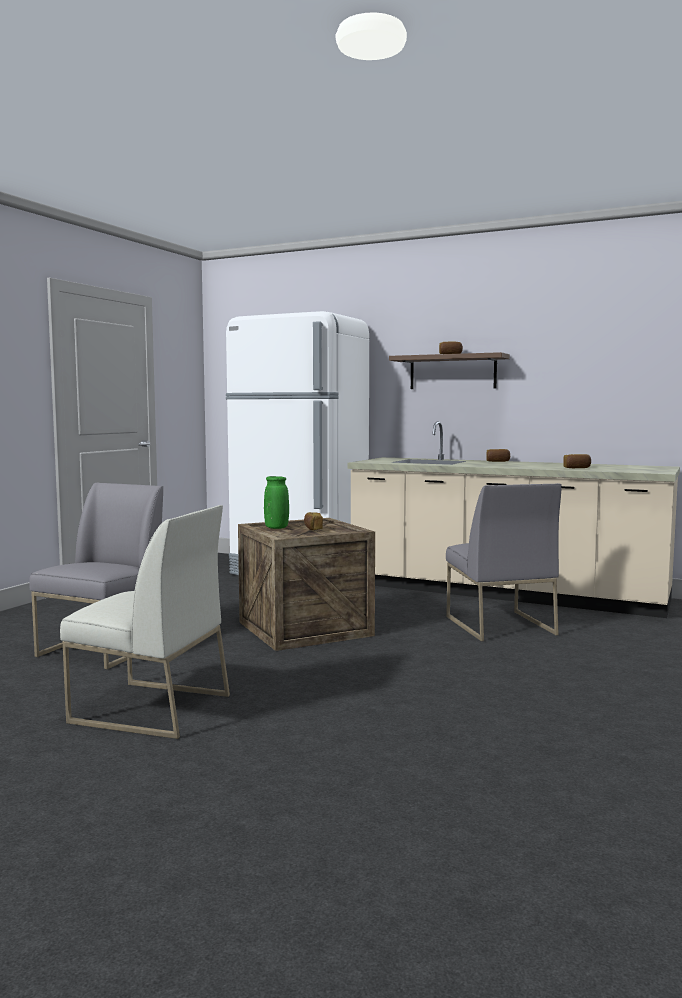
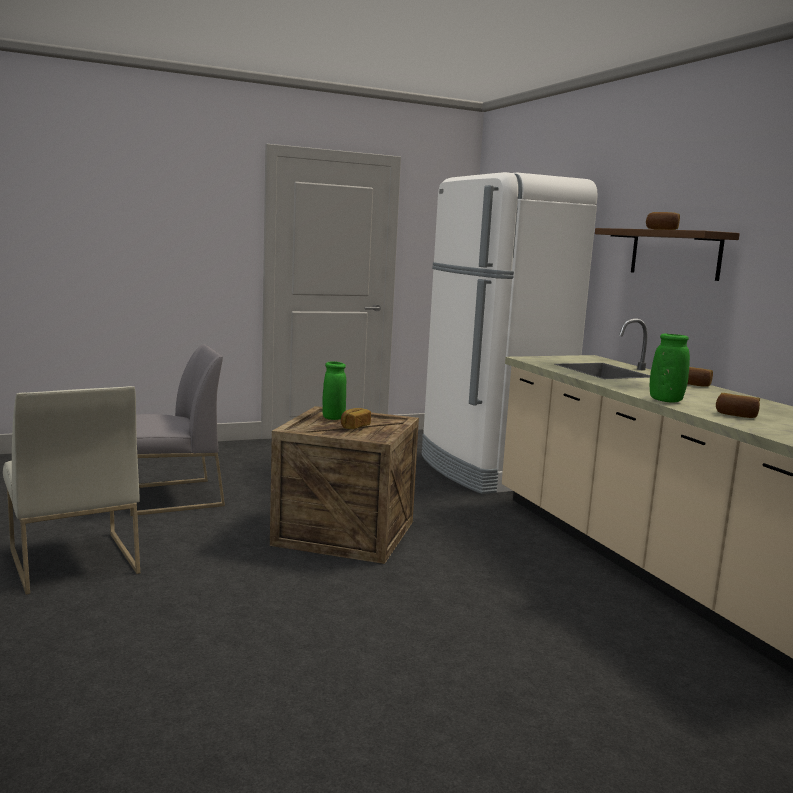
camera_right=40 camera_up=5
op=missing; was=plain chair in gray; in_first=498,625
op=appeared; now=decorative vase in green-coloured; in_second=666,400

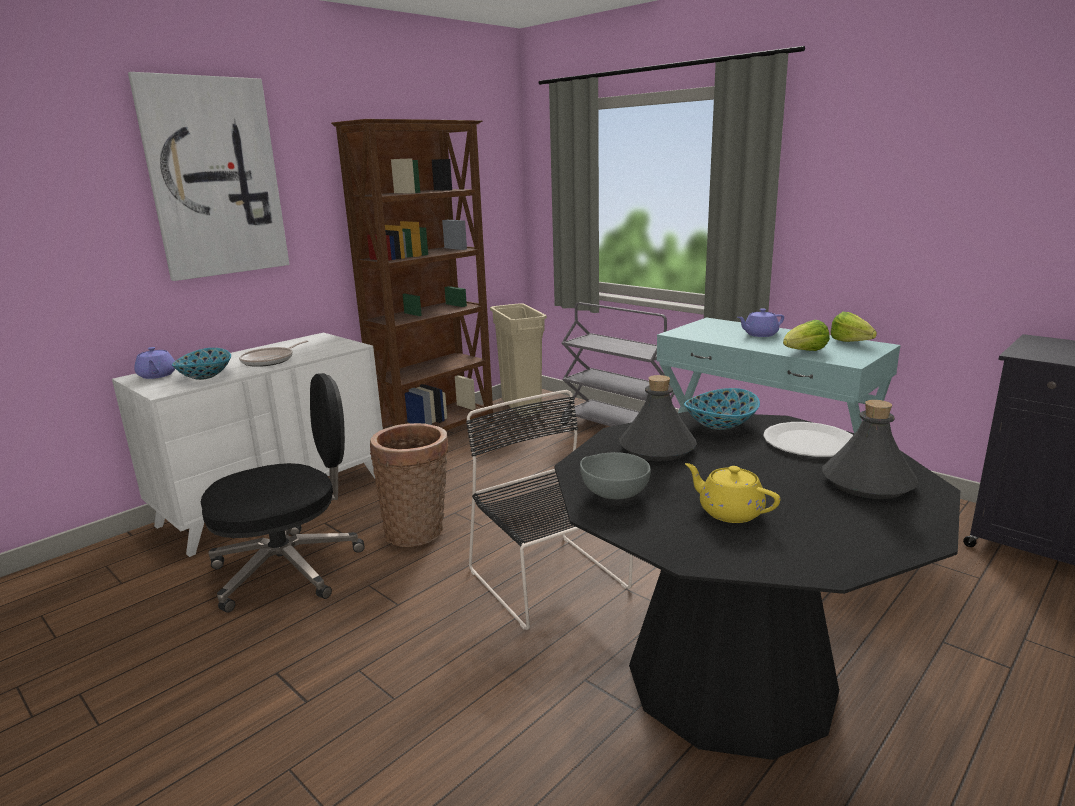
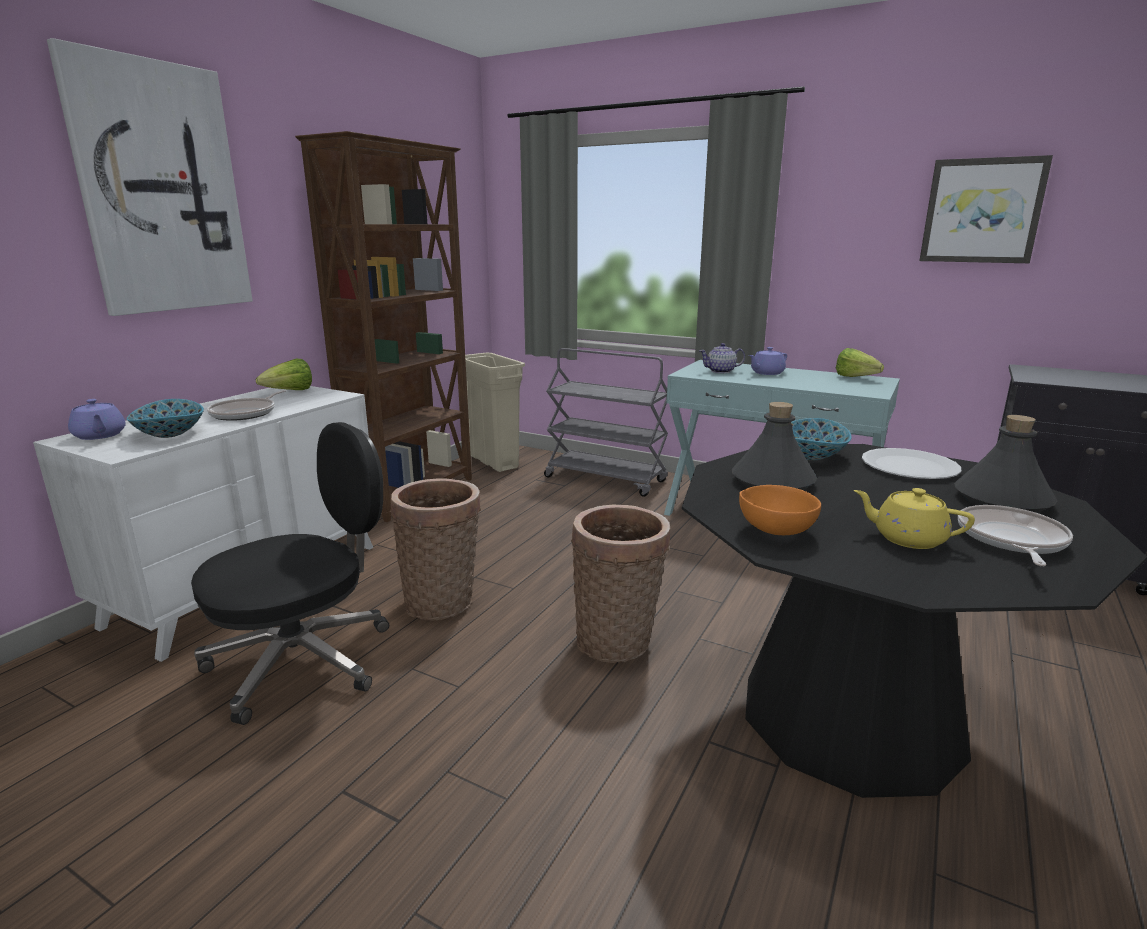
camera_right=-15 camera_up=0
op=relocated; was=head of lettuce; in_first=804,352; in_second=290,392
op=exchanged; was=plain chair in black-coloured; now=storage basket; in_first=550,582; in_second=618,640
op=colour; was=serving bowl in gray; now=serving bowl in orange-coloured; in_first=613,494; in_second=774,530
op=appeared; now=picture; in_second=982,211
op=appeared; now=teapot; in_second=721,371
op=appeared; now=pan; in_second=1011,540

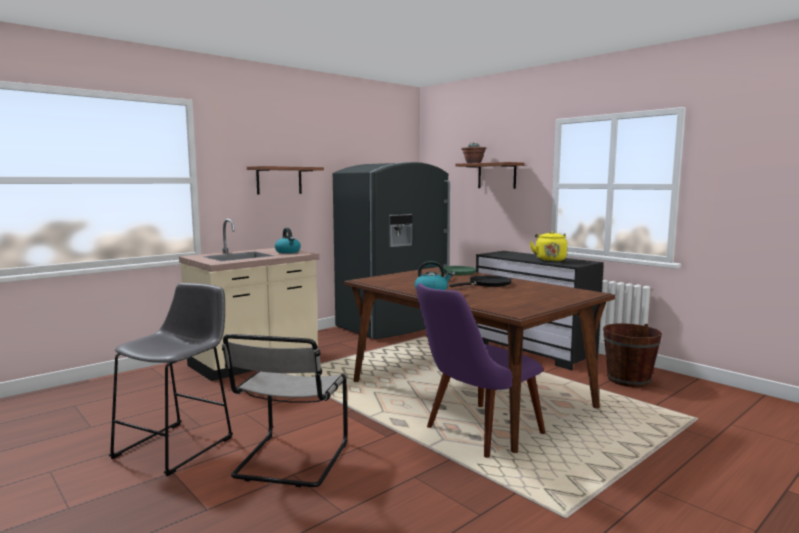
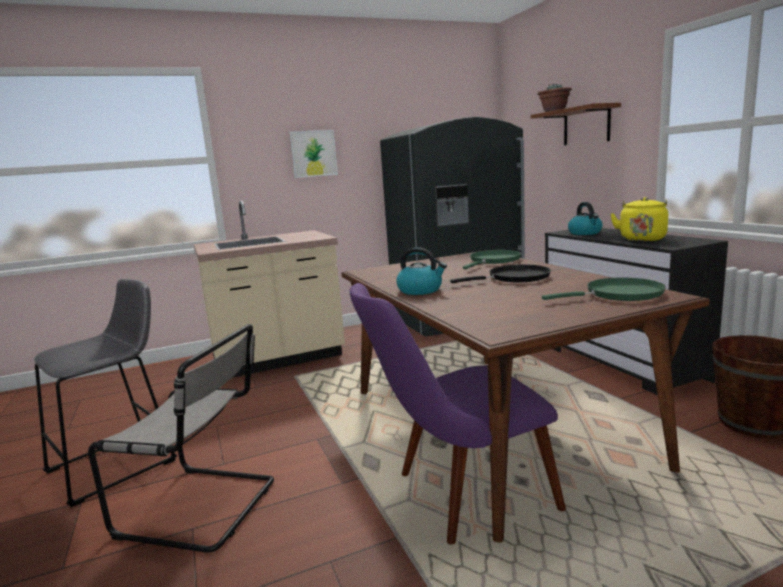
camera_right=20 camera_up=5
op=exchanged; was=shelf; now=picture; in_first=279,180; in_second=313,153
op=relocated; was=tea kettle; in_first=288,252; in_second=585,233
op=spun; was=plain chair in gray; in_first=290,462; in_second=203,507; clockwise=-105
op=appeared; now=pan in green-coloured; in_second=619,294

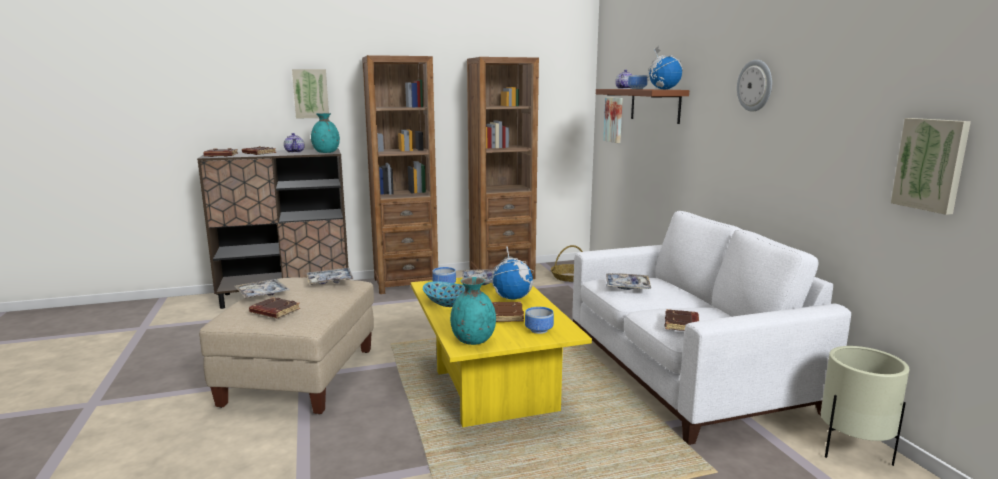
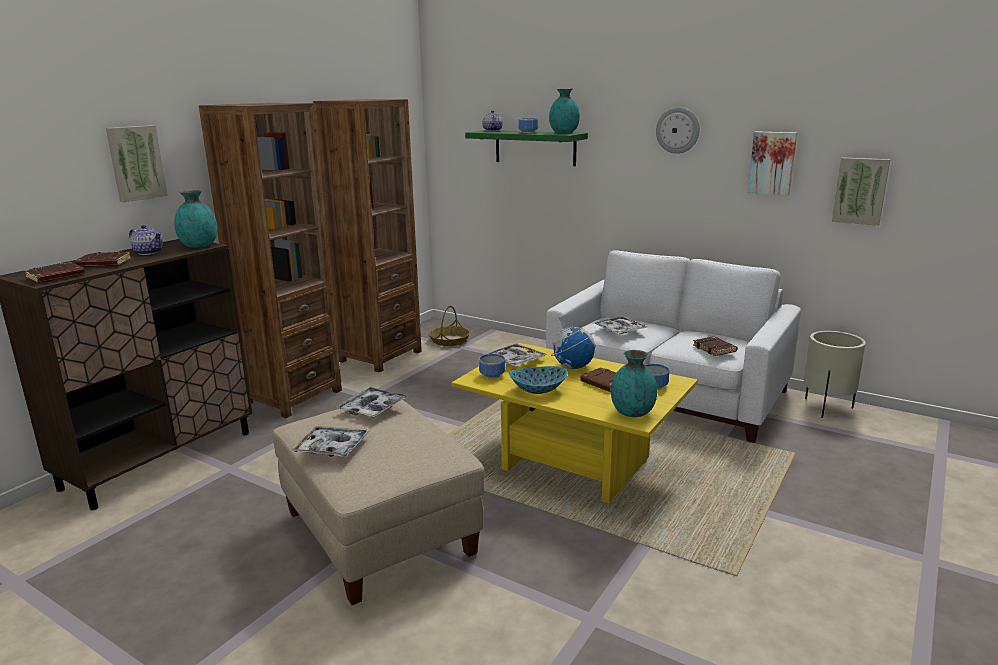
camera_right=-40 camera_up=5
op=exchanged; was=desk globe; now=decorative vase in blue-green; in_first=663,89; in_second=564,133
op=colour; was=shelf in brown; now=shelf in green-coloured; in_first=655,105; in_second=535,147
op=relocated; was=picture; in_first=614,119; in_second=772,163
op=missing; was=bound book in brown; in_first=274,311

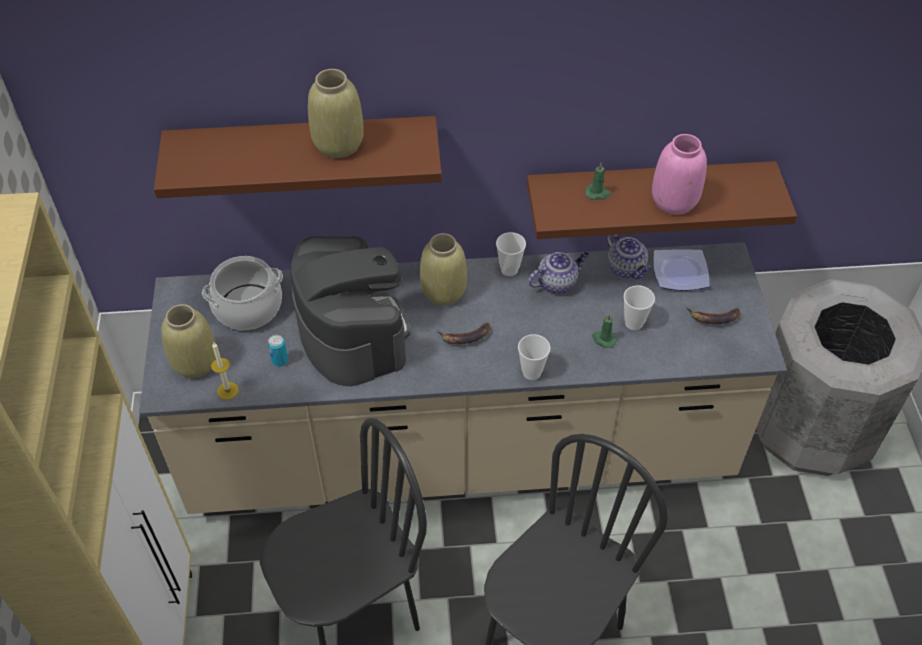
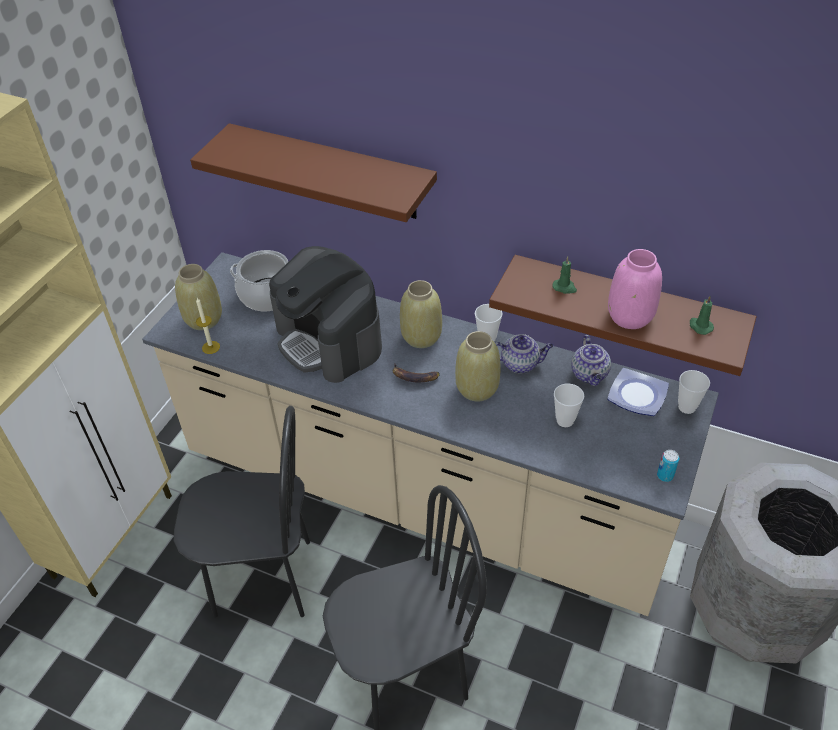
camera_right=30 camera_up=-5
op=relocated; was=decorative vase in beige-coloured; in_first=339,144; in_second=477,388
op=spun; was=coffee brewer; in_first=352,332; in_second=329,340; clockwise=135
op=missing; was=banana; in_first=713,318
op=relocated; was=candle in green-coloured; in_first=603,339; in_second=700,326
op=relocated; was=small cup; in_first=531,372; in_second=686,407
op=relocated; was=sealed can; in_first=280,360; in_second=665,476

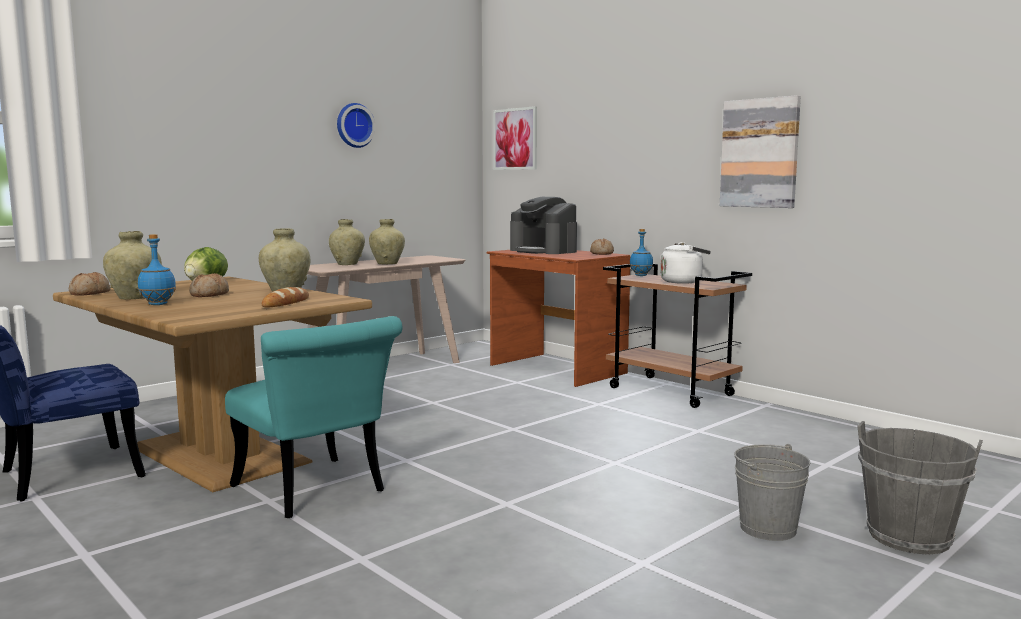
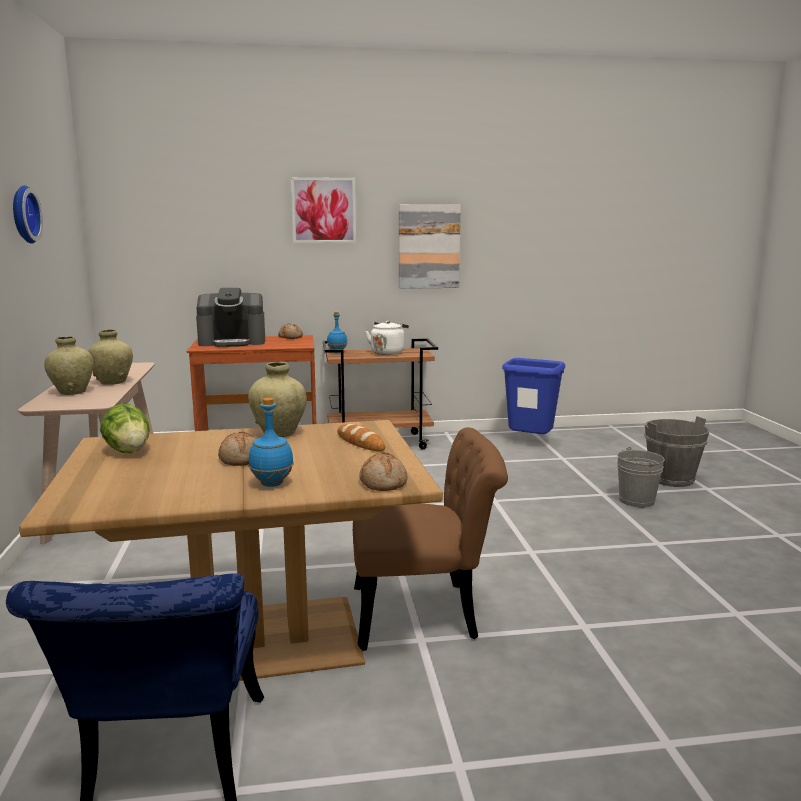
camera_right=-55 camera_up=5
op=relocated; was=picture; in_first=515,139; in_second=323,210
op=missing; was=decorative vase in beige-coloured; in_first=135,298
op=relocated; was=baked bread; in_first=90,293; in_second=383,483
op=colour; was=plain chair in blue-green; now=plain chair in brown; in_first=316,492; in_second=426,614
op=appeared; now=waste bin in bluish; in_second=530,443

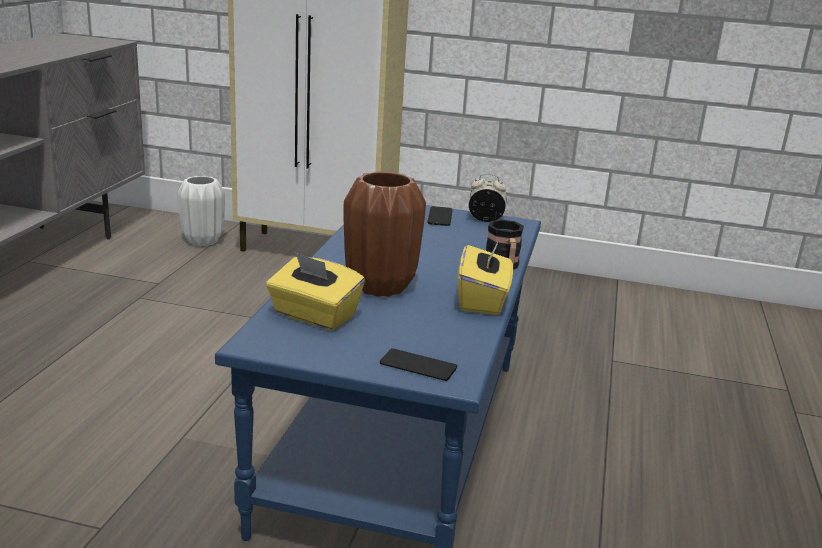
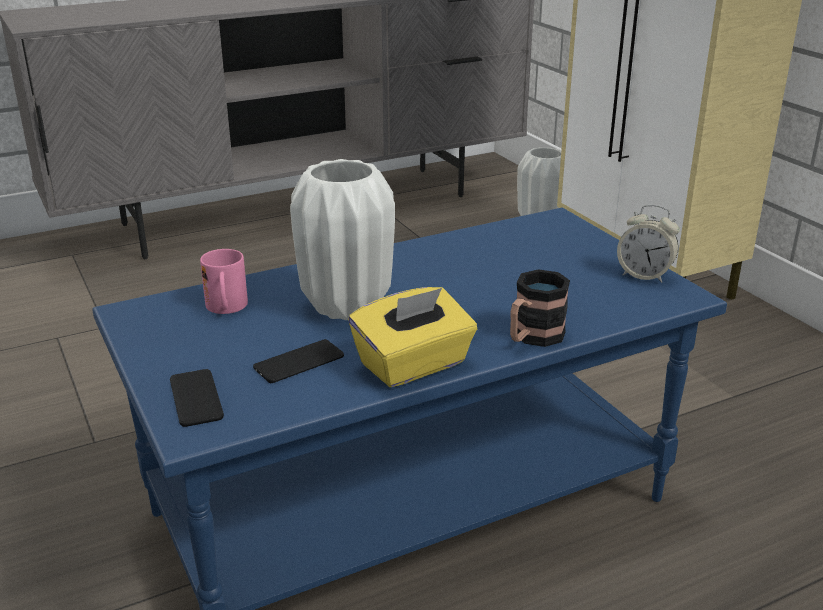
camera_right=50 camera_up=5
op=colour; was=decorative vase in brown; now=decorative vase in white; in_first=380,286; in_second=347,305
op=spun; was=alarm clock; in_first=485,219; in_second=644,275; clockwise=150
op=relocated; was=phone; in_first=440,217; in_second=299,362
op=exchanged; was=box of tissues in yellow-coloured; now=mug in pinkish; in_first=314,316; in_second=227,308

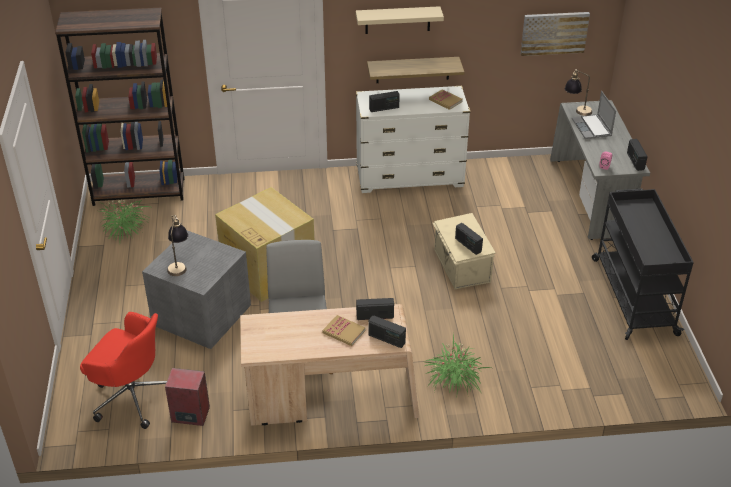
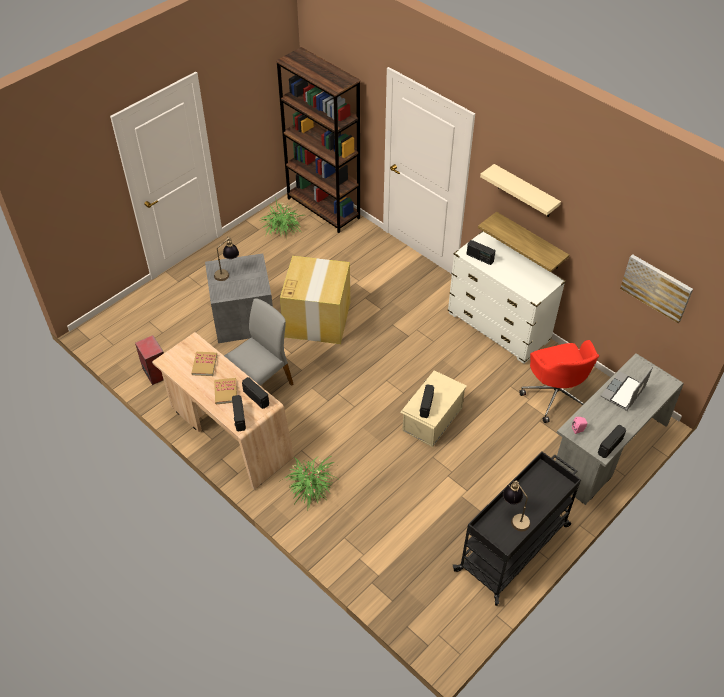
camera_right=50 camera_up=10
op=relocated; was=tabletop lamp; in_first=576,111; in_second=514,516
op=relocated; was=bound book; in_first=445,101; in_second=204,364
op=relocated; was=computer chair in red; in_first=132,395; in_second=555,394

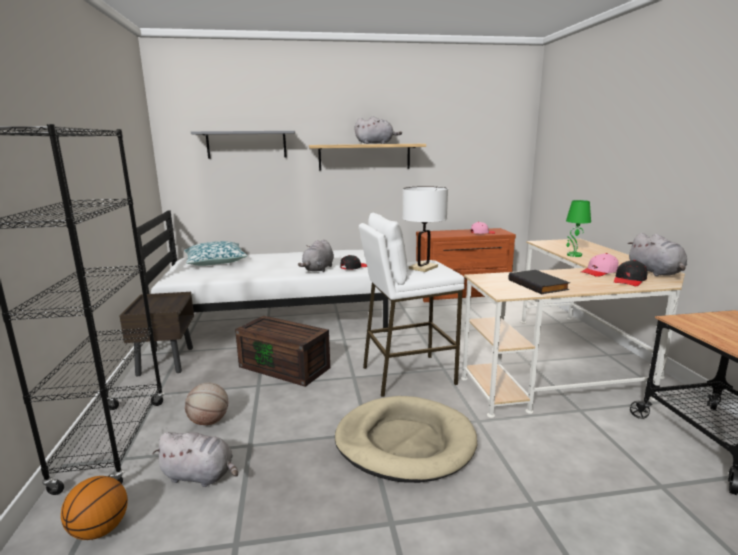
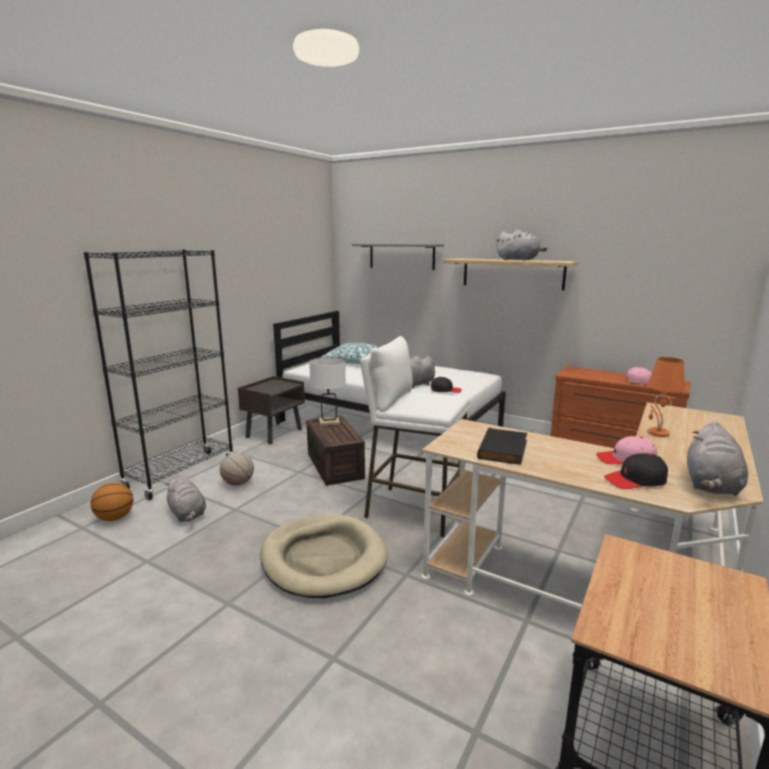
camera_right=40 camera_up=0
op=relocated; was=tabletop lamp in white; in_first=423,267; in_second=329,422
op=colour; was=tabletop lamp in green-coloured; now=tabletop lamp in orange-coloured; in_first=574,255; in_second=657,433

